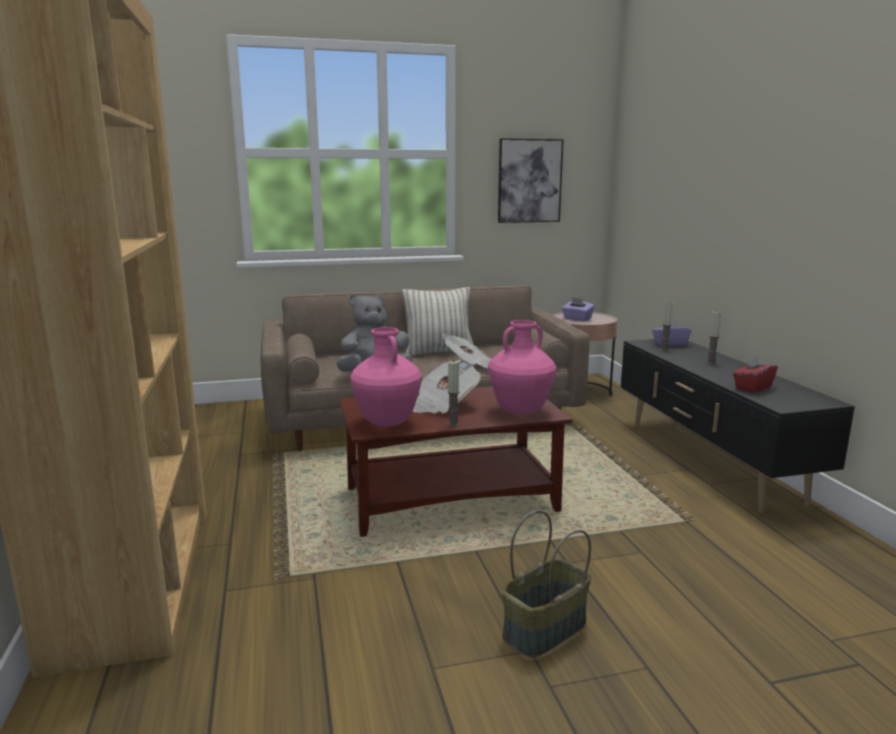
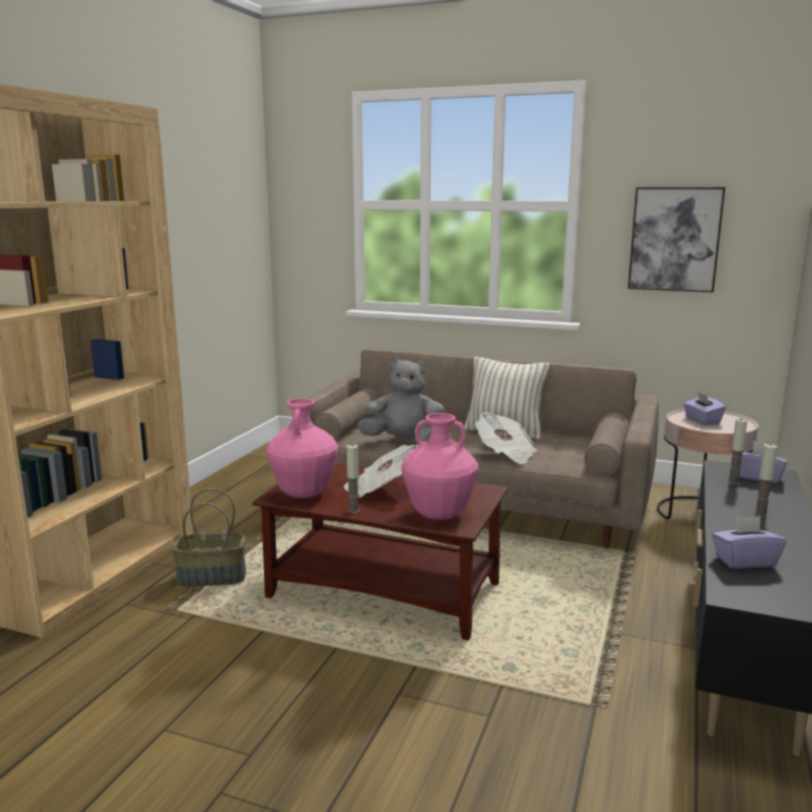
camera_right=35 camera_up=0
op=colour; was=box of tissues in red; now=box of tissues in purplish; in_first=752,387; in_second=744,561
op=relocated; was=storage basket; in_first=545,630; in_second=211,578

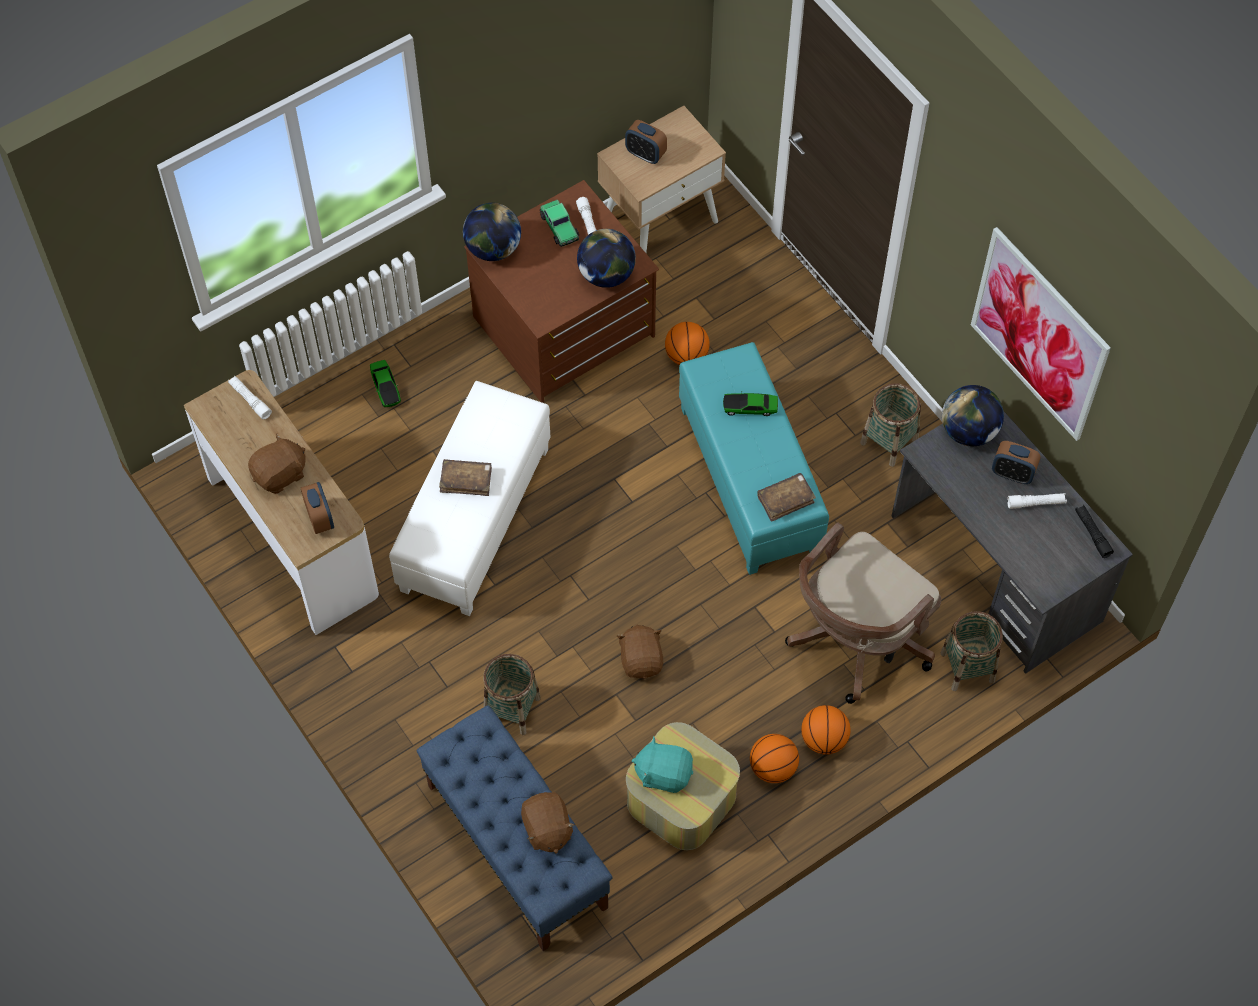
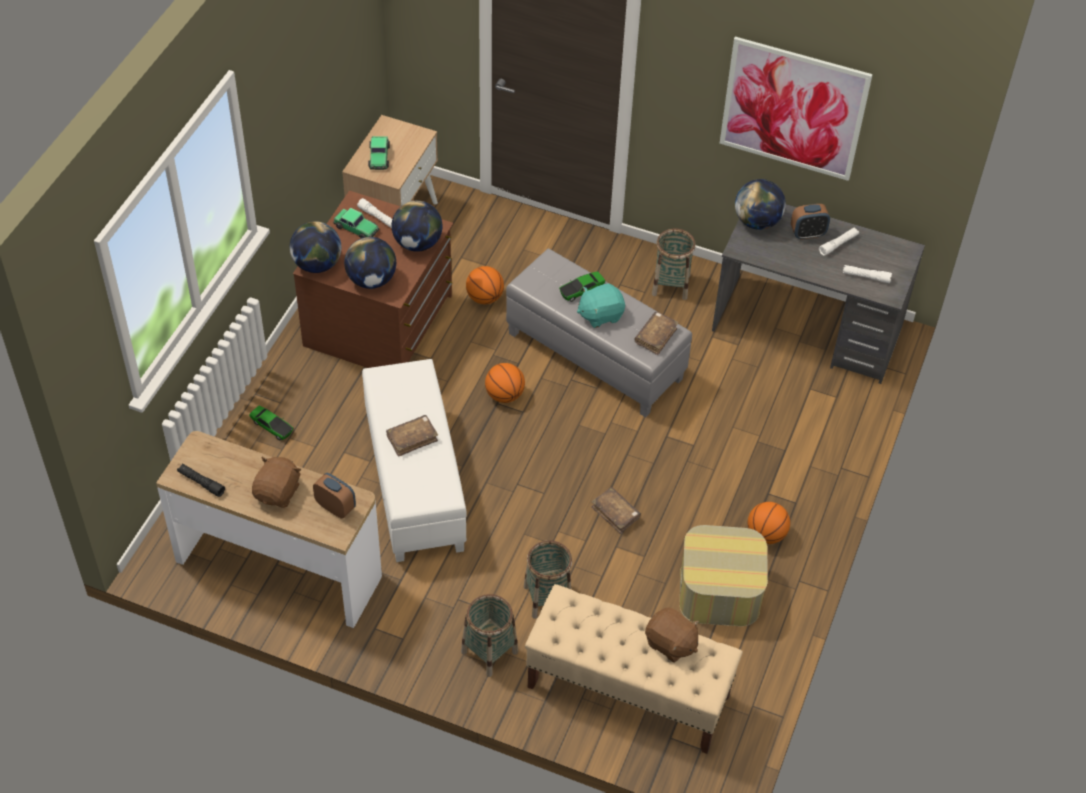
camera_right=-35 camera_up=-10
op=exchanged; was=alarm clock; now=miniature car; in_first=645,154; in_second=379,157
op=colour; was=footrest in blue-green; now=footrest in gray; in_first=750,480; in_second=596,356
op=relocated; was=torch in white; in_first=250,400; in_second=866,277
op=relocated; was=torch in black-coloured; in_first=1092,534; in_second=201,483
op=missing; was=computer chair in brown; in_first=855,641
op=relocated; was=storage basket; in_first=967,667; in_second=489,652
op=exchanged; was=soft toy in brown; now=bound book in brown; in_first=641,660; in_second=615,513
op=colour; was=long seat in bluish; now=long seat in beige-coloured; in_first=516,845; in_second=627,691
op=relocated; was=ball for basketball; in_first=824,739; in_second=504,395
op=relocated; was=soft toy in blue-green; in_first=663,773; in_second=600,315
op=appeared; now=desk globe; in_second=371,280

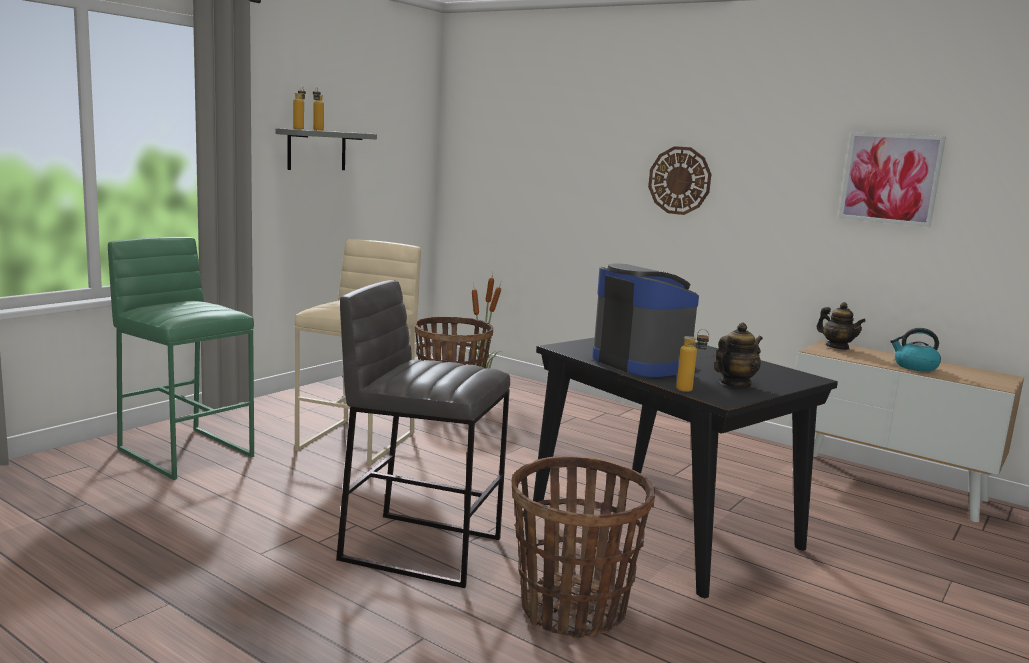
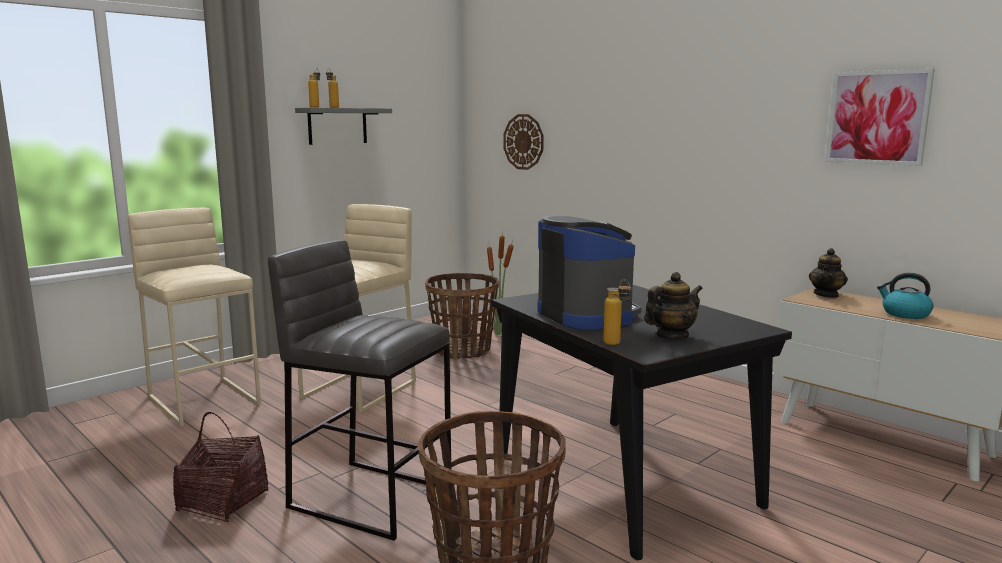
camera_right=10 camera_up=0
op=relocated; was=hanging clock; in_first=679,180; in_second=523,142
op=colour; was=stool in green-coloured; now=stool in beige-coloured; in_first=186,452; in_second=204,400
op=spun; was=teapot; in_first=837,347; in_second=826,295; clockwise=60
op=appeared; now=storage basket; in_second=223,501

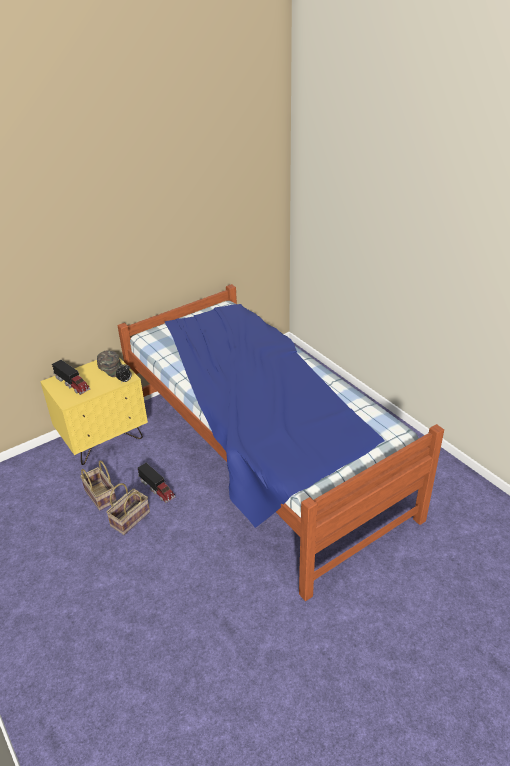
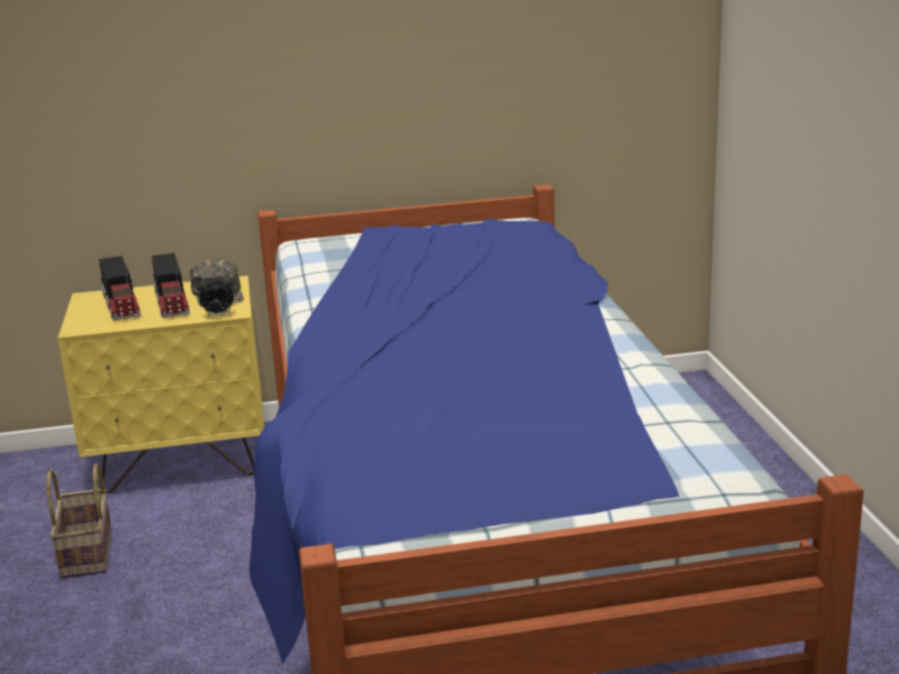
camera_right=25 camera_up=-15
op=relocated; was=toy lorry; in_first=157,488; in_second=171,302
op=missing; was=storage basket; in_first=130,518

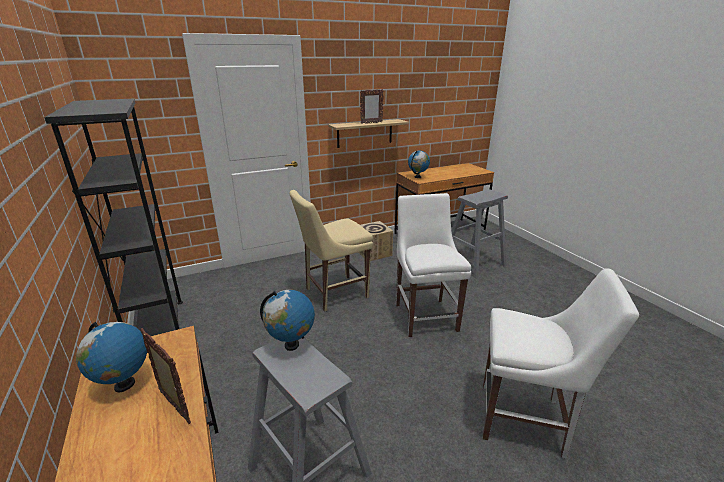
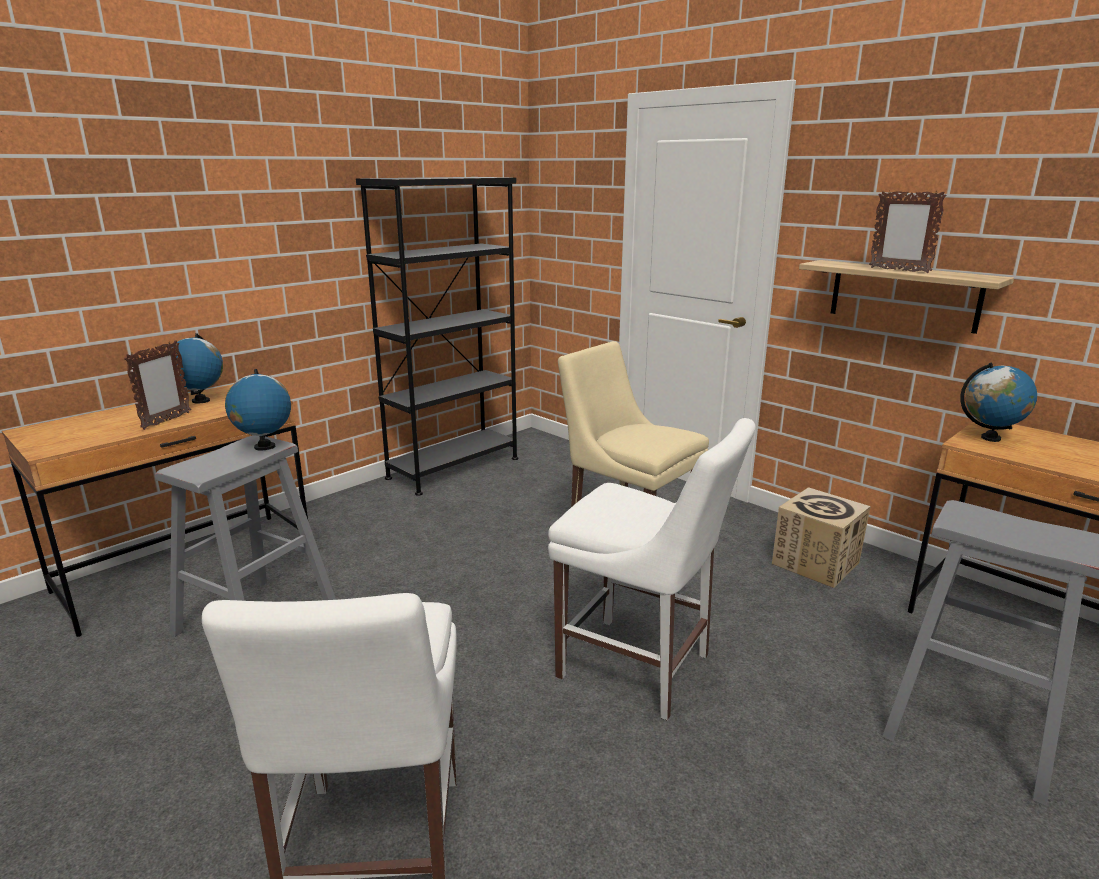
camera_right=70 camera_up=-5
op=spun; was=plain chair in white; in_first=425,315; in_second=641,669; clockwise=60

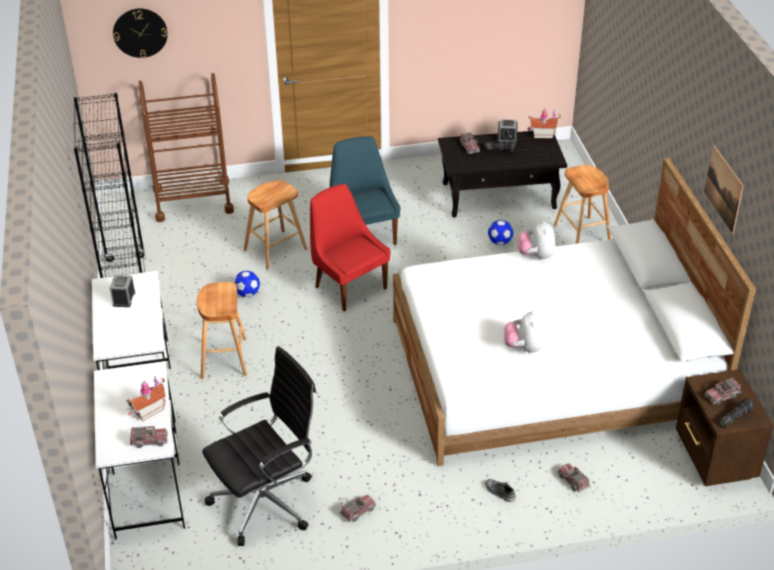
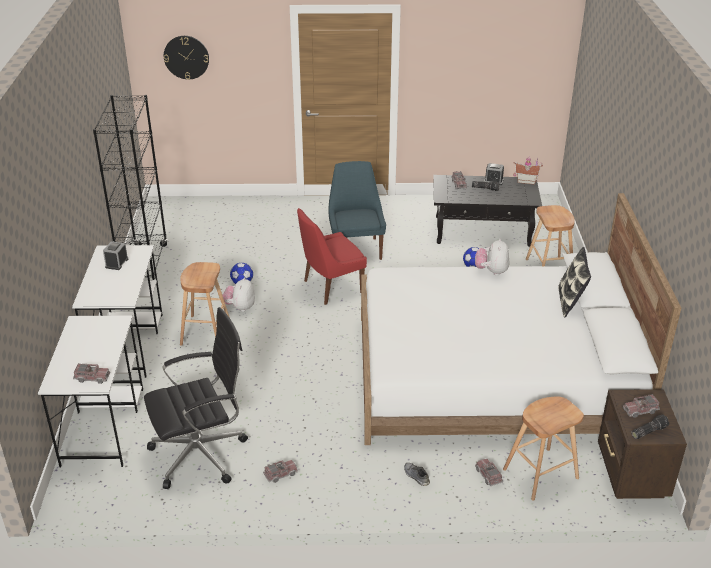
camera_right=10 camera_up=-5
op=missing; was=cart in brown; in_first=193,201
op=missing; was=picture; in_first=724,189
op=relocated; was=stool in brown; in_first=275,250; in_second=540,474
op=spun; was=plain chair in red; in_first=349,286; in_second=330,287; clockwise=-90
op=relocated; was=soft toy; in_first=524,347; in_second=240,307
op=missing; was=miniature house; in_first=148,411
op=appeared; now=pillow; in_second=570,302

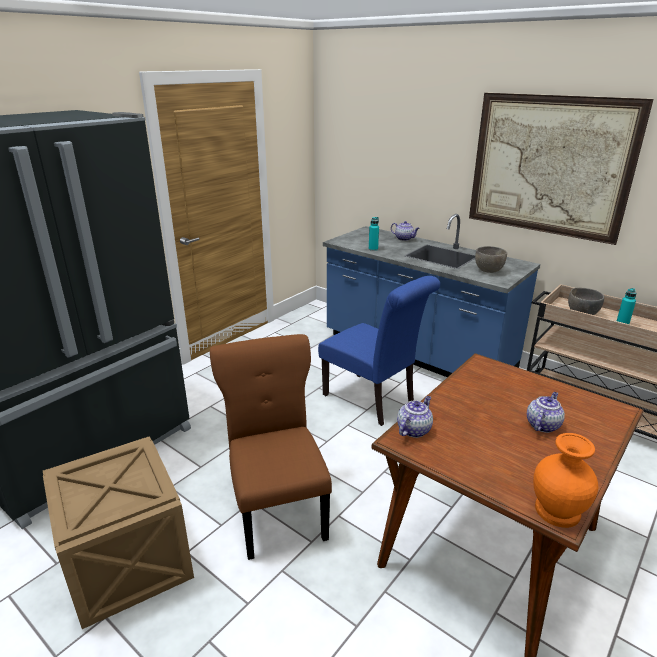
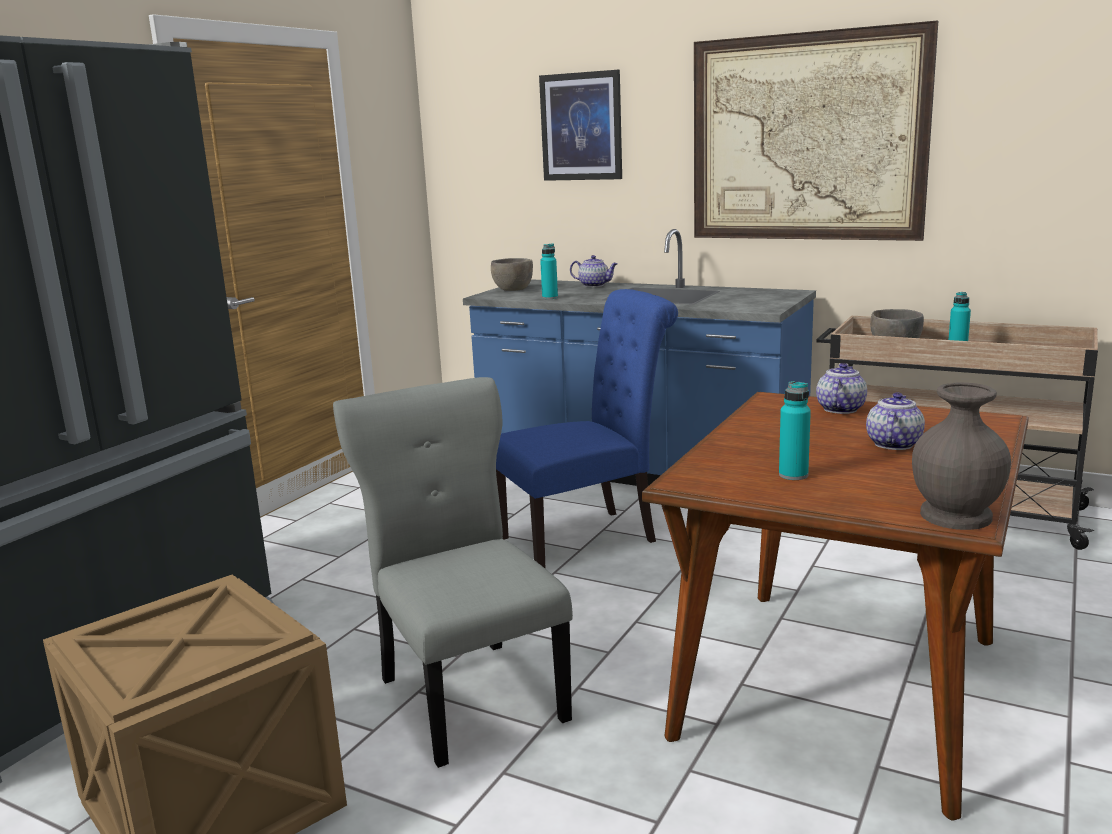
camera_right=-10 camera_up=-10
op=relocated; was=serving bowl in gray; in_first=488,271; in_second=513,290
op=spun; was=plain chair in bluish; in_first=373,401; in_second=587,538; clockwise=-60
op=colour; was=plain chair in brown; now=plain chair in gray; in_first=278,509; in_second=469,695
op=relocated; was=teapot; in_first=414,429; in_second=840,409
op=colour; was=decorative vase in orange-coloured; now=decorative vase in gray; in_first=557,511; in_second=955,516
op=appeared; now=picture; in_second=581,127
op=appeared; now=beverage bottle in blue-green; in_second=793,475

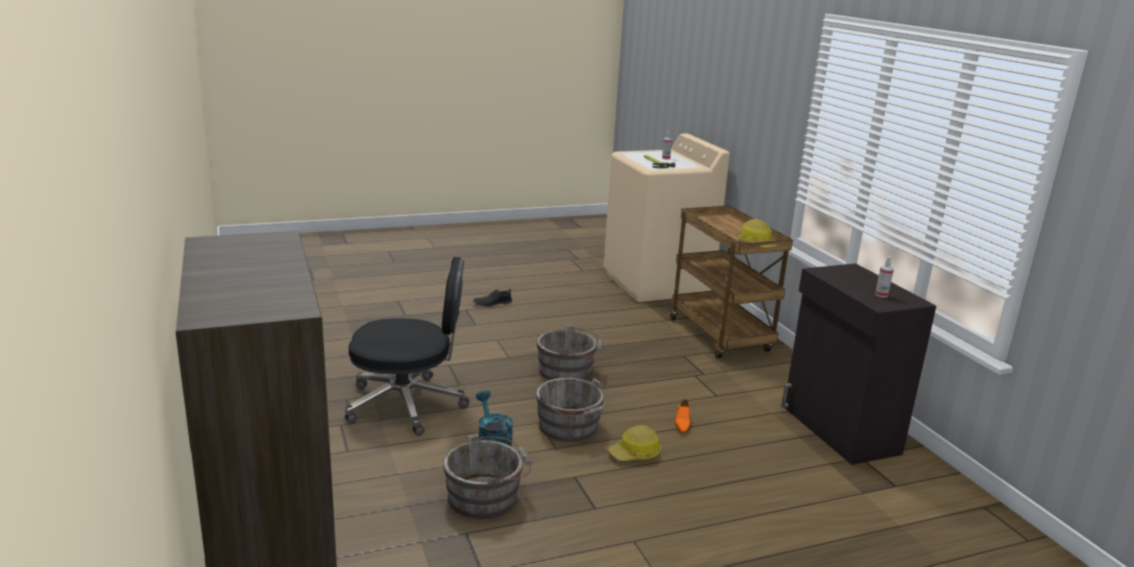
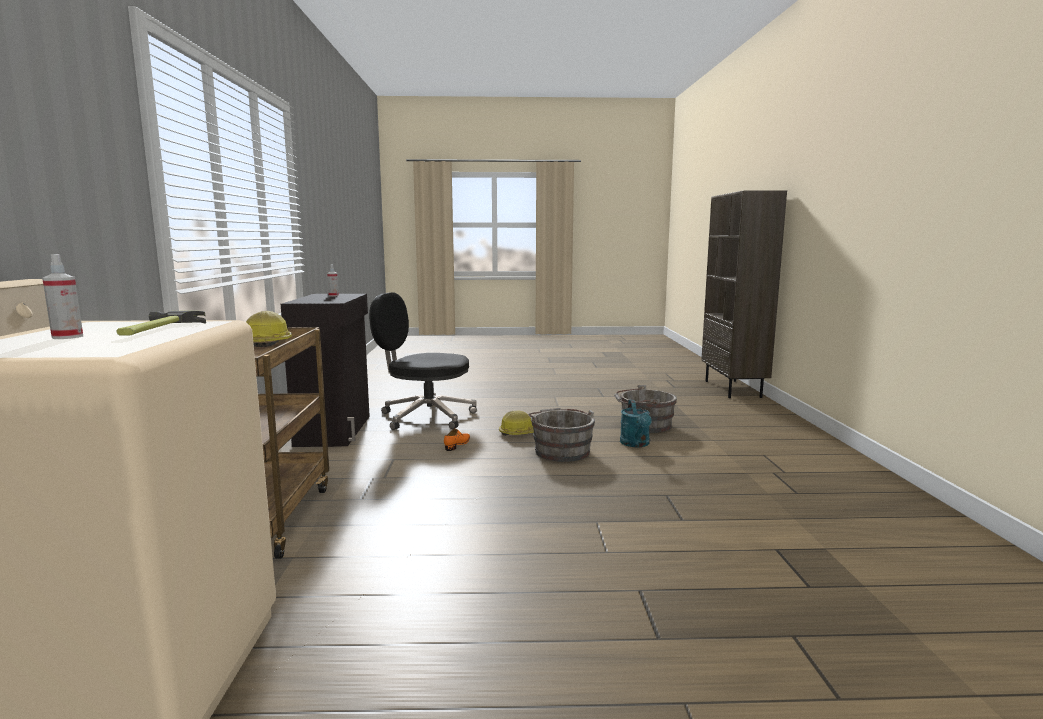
camera_right=-160 camera_up=-10
op=relocated; was=computer chair in black-coloured; in_first=408,404; in_second=425,417
op=missing; was=item of footwear in black-coloured; in_first=492,303
op=missing; was=pail in gray; in_first=568,372

